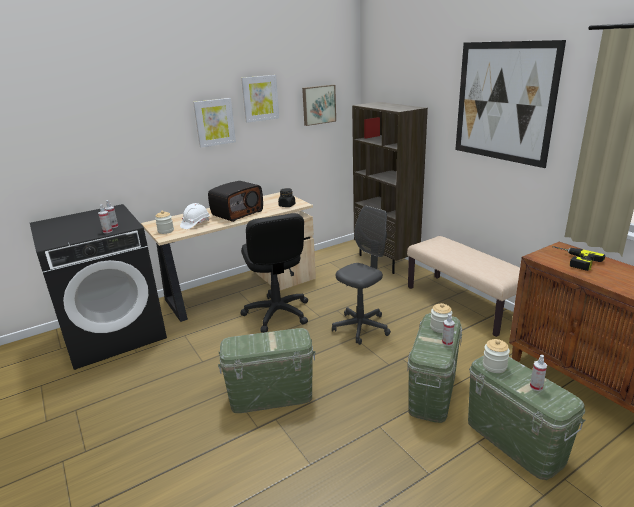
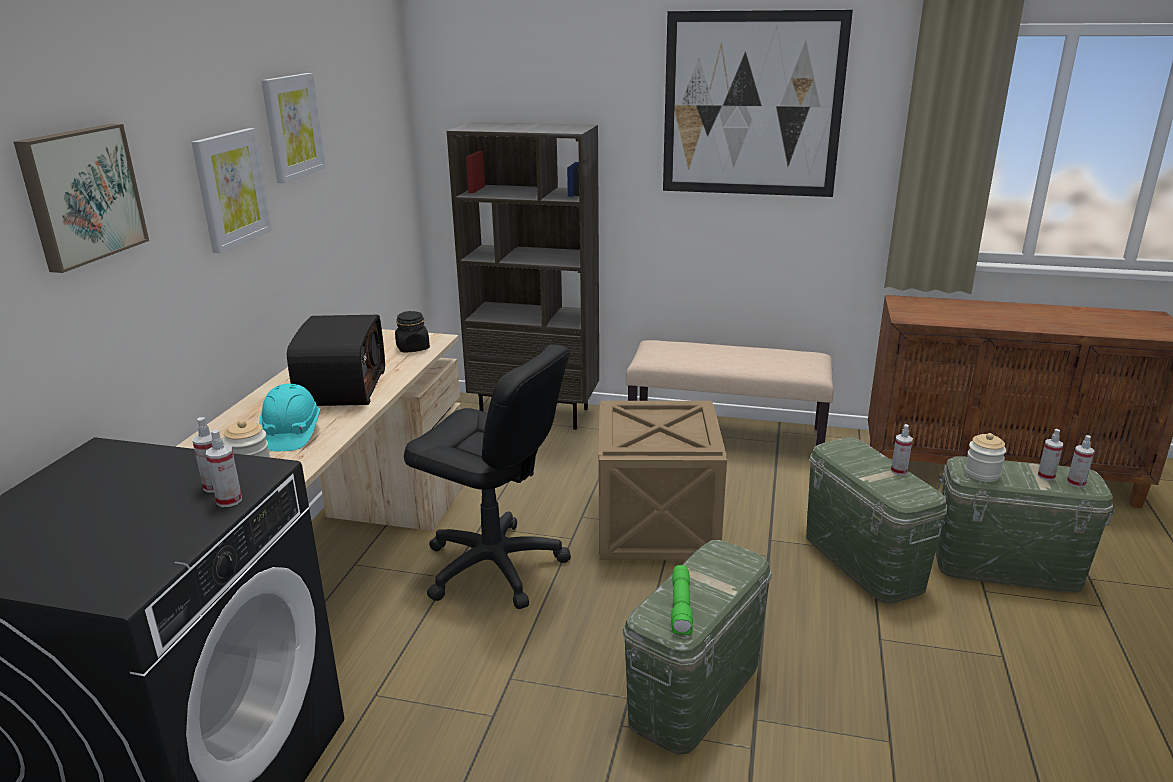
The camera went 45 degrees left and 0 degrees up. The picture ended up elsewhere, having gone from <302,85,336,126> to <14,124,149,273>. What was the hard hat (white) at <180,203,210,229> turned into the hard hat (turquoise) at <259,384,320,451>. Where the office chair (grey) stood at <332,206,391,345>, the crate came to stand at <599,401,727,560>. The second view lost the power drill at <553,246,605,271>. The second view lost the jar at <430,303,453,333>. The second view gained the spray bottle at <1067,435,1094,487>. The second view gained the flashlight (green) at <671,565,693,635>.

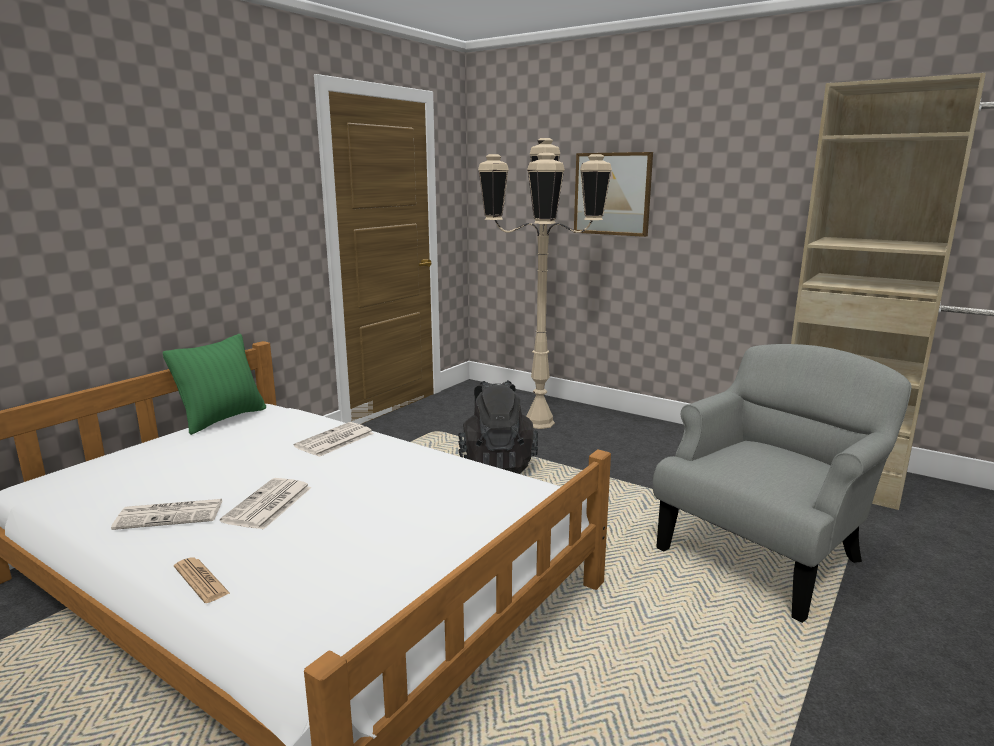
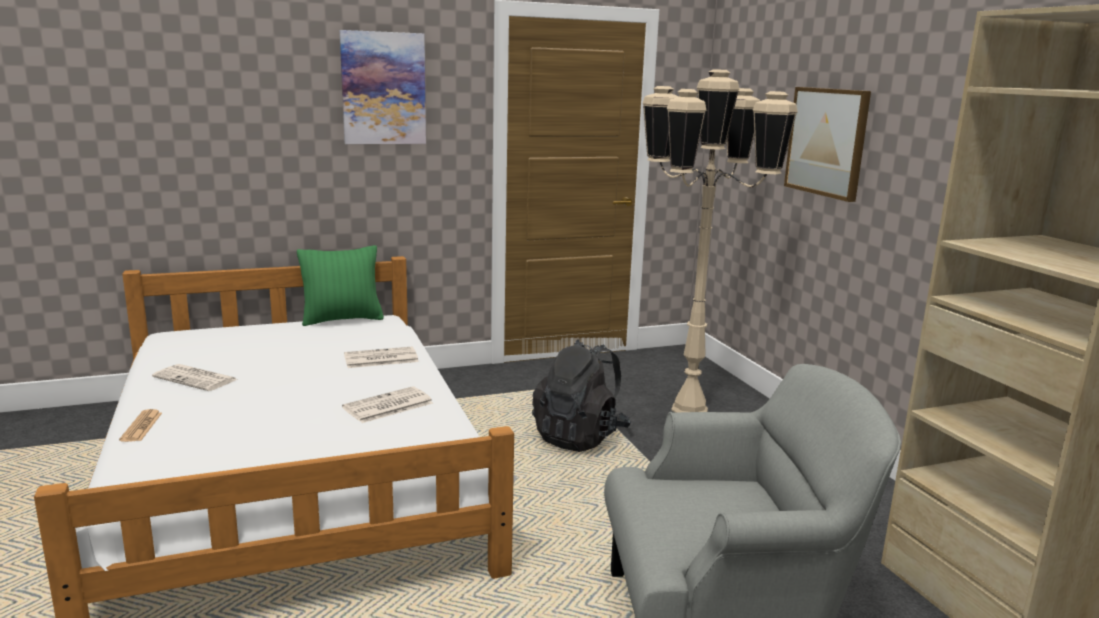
The camera went 35 degrees right and 0 degrees up. The newspaper ended up elsewhere, having gone from <220,478,312,530> to <342,386,433,423>. The second view gained the picture at <340,30,426,144>.

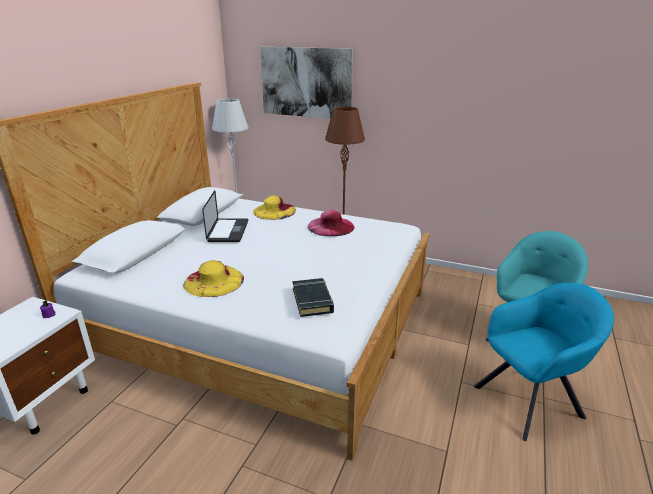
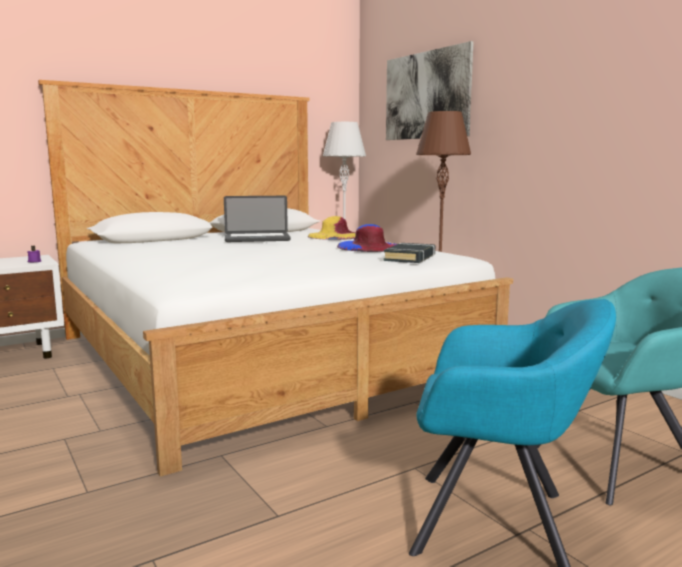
The camera went 35 degrees right and 15 degrees down. The laptop at <202,190,248,242> ended up facing another way, 45 degrees clockwise from before. What was the hat (pink) at <308,210,354,236> turned into the hat (blue) at <337,224,397,252>. The second view lost the hat (yellow) at <183,260,244,297>. The book (black) ended up elsewhere, having gone from <293,278,334,317> to <384,243,435,263>.

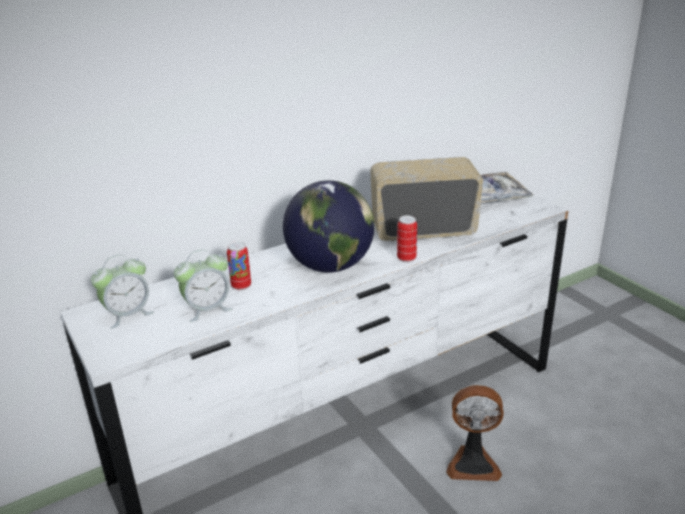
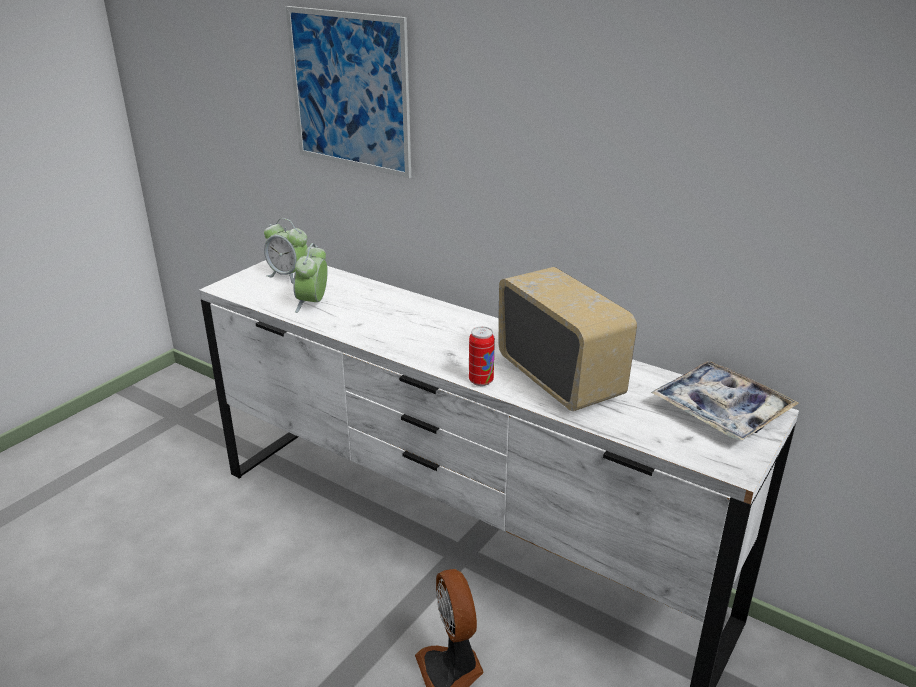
The camera went 65 degrees right and 0 degrees up. The second view lost the globe at <283,180,374,273>. The second view lost the can at <227,241,251,290>. The alarm clock at <174,250,233,322> ended up facing another way, 60 degrees clockwise from before. The second view gained the picture at <285,6,411,178>.

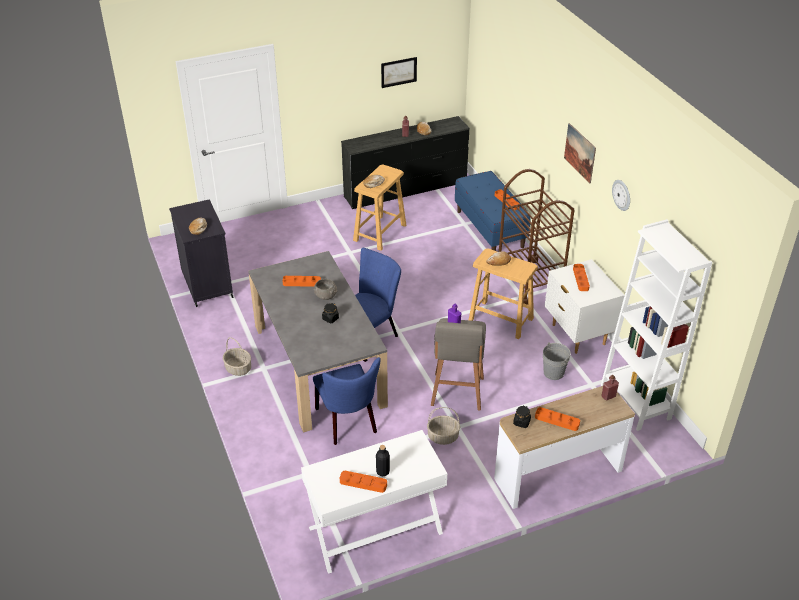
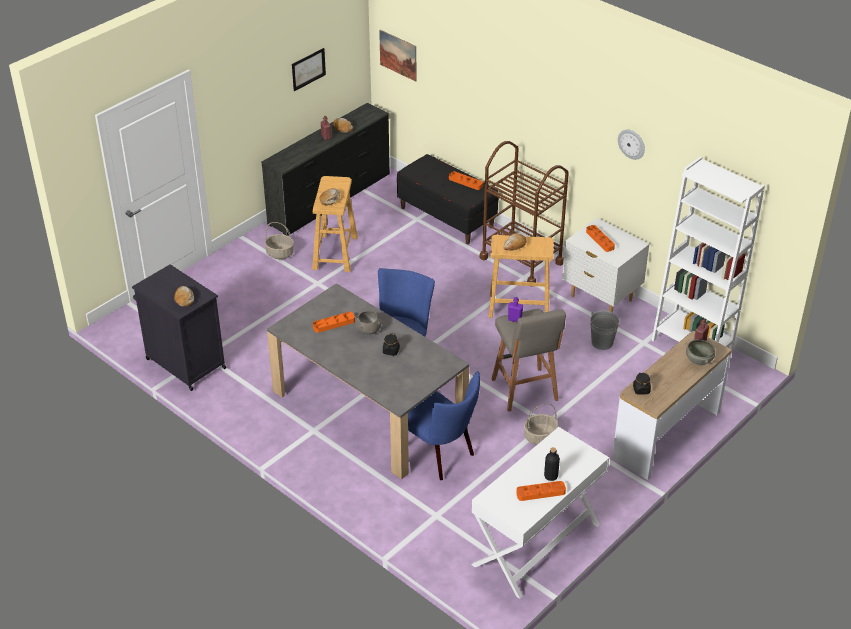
The camera went 25 degrees left and 0 degrees up. The picture ended up elsewhere, having gone from <564,123,596,184> to <379,30,416,82>. What was the bench (blue) at <455,171,531,251> turned into the bench (black) at <397,154,499,244>. The basket ended up elsewhere, having gone from <223,337,251,376> to <264,222,294,259>. The second view lost the tray (orange) at <535,407,580,431>. The second view gained the bowl (grey) at <686,339,715,366>.

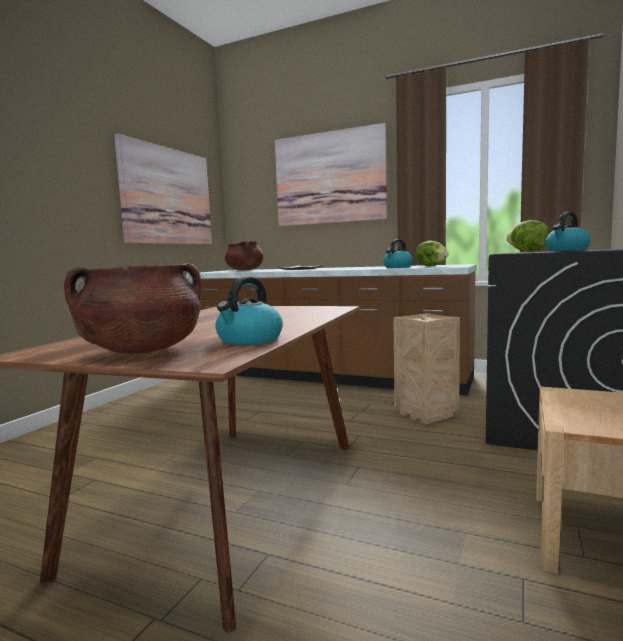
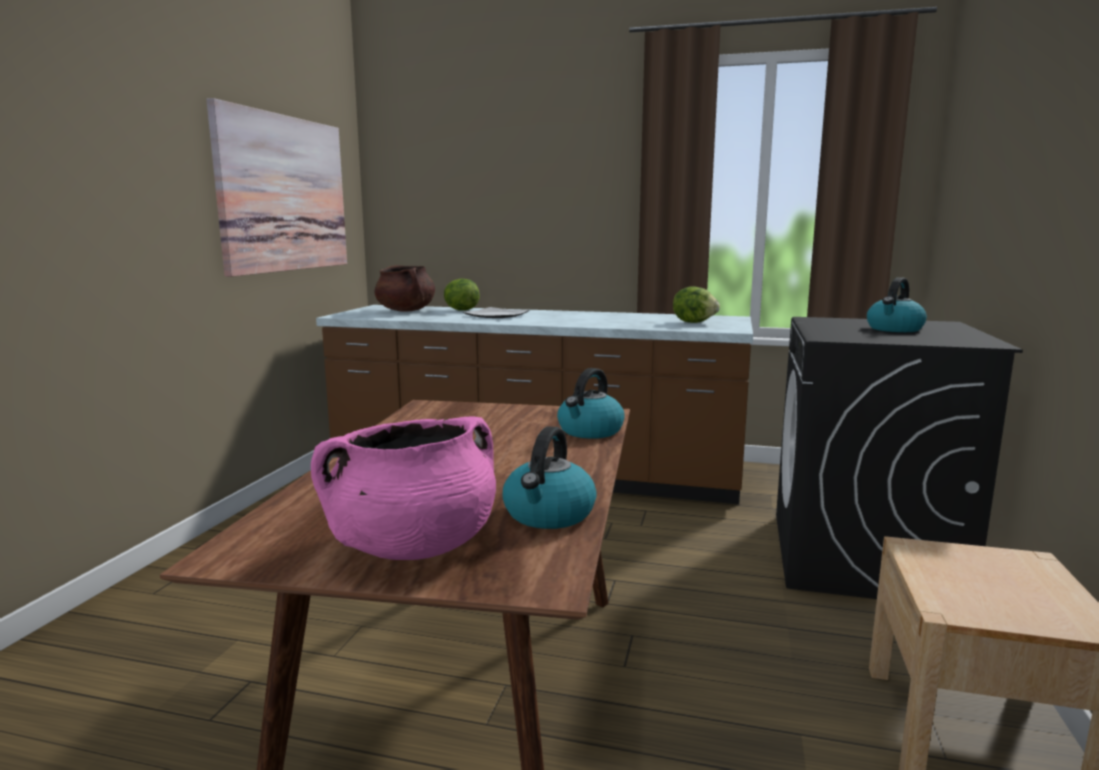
The camera went 10 degrees left and 5 degrees up. The second view lost the picture at <275,123,387,226>. The lettuce ended up elsewhere, having gone from <506,220,549,252> to <444,279,480,311>. The kettle ended up elsewhere, having gone from <383,239,413,268> to <557,368,625,439>. What was the cooking pot (brown) at <64,263,202,353> turned into the cooking pot (pink) at <311,417,496,560>. The second view lost the crate at <393,313,460,425>.

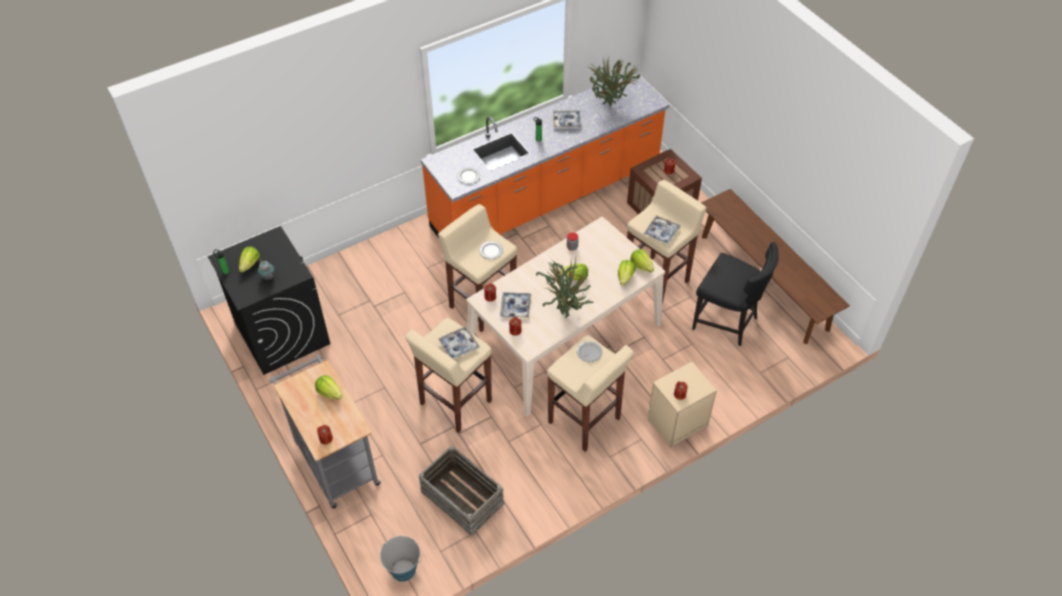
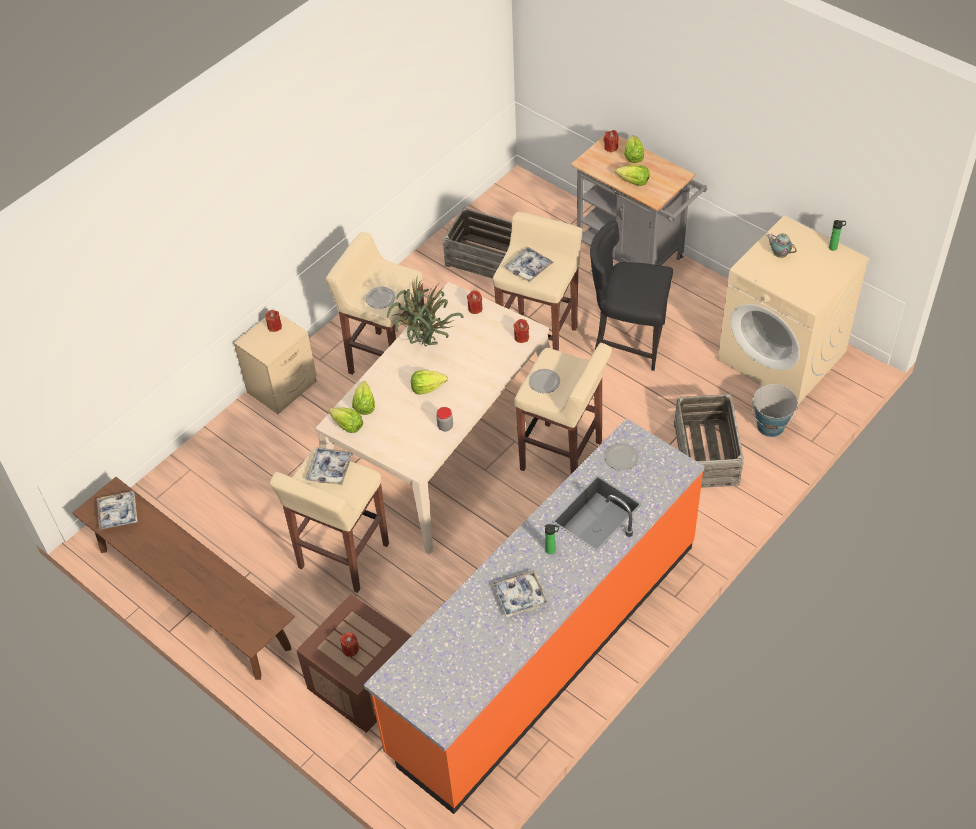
The camera went 165 degrees right and 0 degrees up. The second view lost the potted plant at <589,57,640,106>. What was the washing machine (black) at <208,226,330,375> turned into the washing machine (beige) at <718,215,869,405>. The chair (black) ended up elsewhere, having gone from <692,242,779,346> to <590,221,673,371>. The lettuce ended up elsewhere, having gone from <239,247,260,273> to <624,135,644,163>. The tray ended up elsewhere, having gone from <500,292,531,318> to <97,491,138,530>. The bucket ended up elsewhere, having gone from <380,536,422,582> to <752,384,798,437>. The second view gained the crate at <674,394,744,488>.

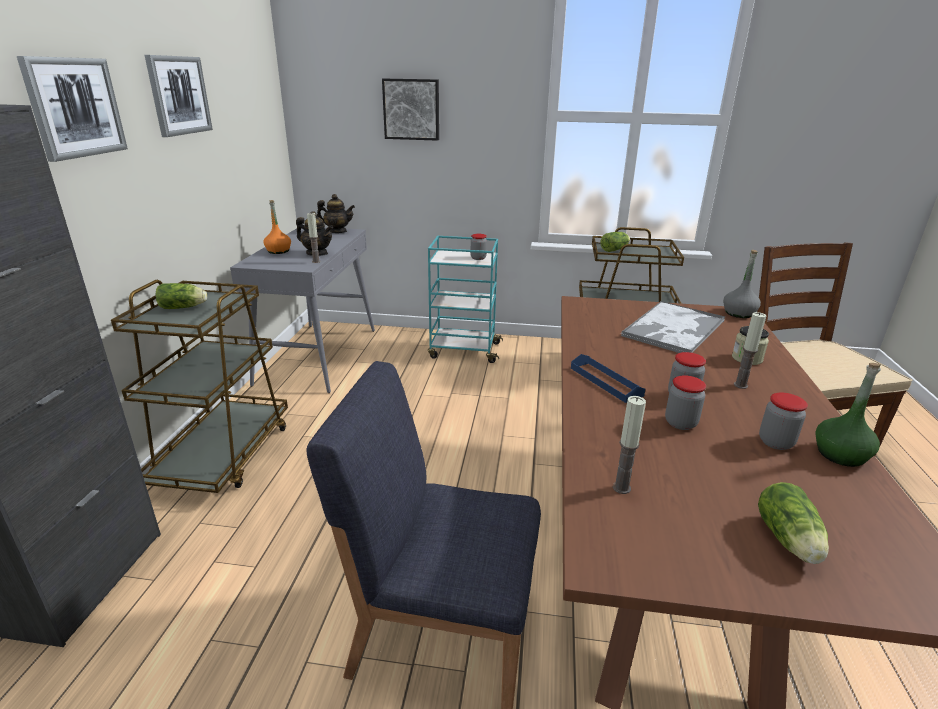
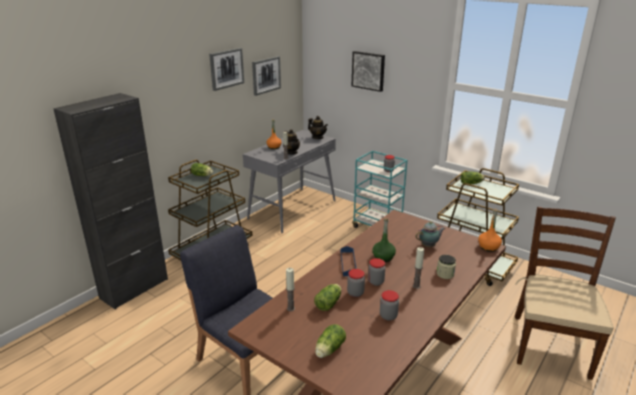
The camera went 30 degrees right and 0 degrees up. The picture ended up elsewhere, having gone from <17,56,128,162> to <252,56,281,96>. What was the bottle (grey) at <723,250,761,318> turned into the bottle (orange) at <478,209,502,252>. Where the tray stood at <621,301,725,353>, the teapot came to stand at <415,221,445,247>. The bottle (green) ended up elsewhere, having gone from <815,363,881,467> to <372,218,396,262>. The second view gained the lettuce at <314,284,342,311>.

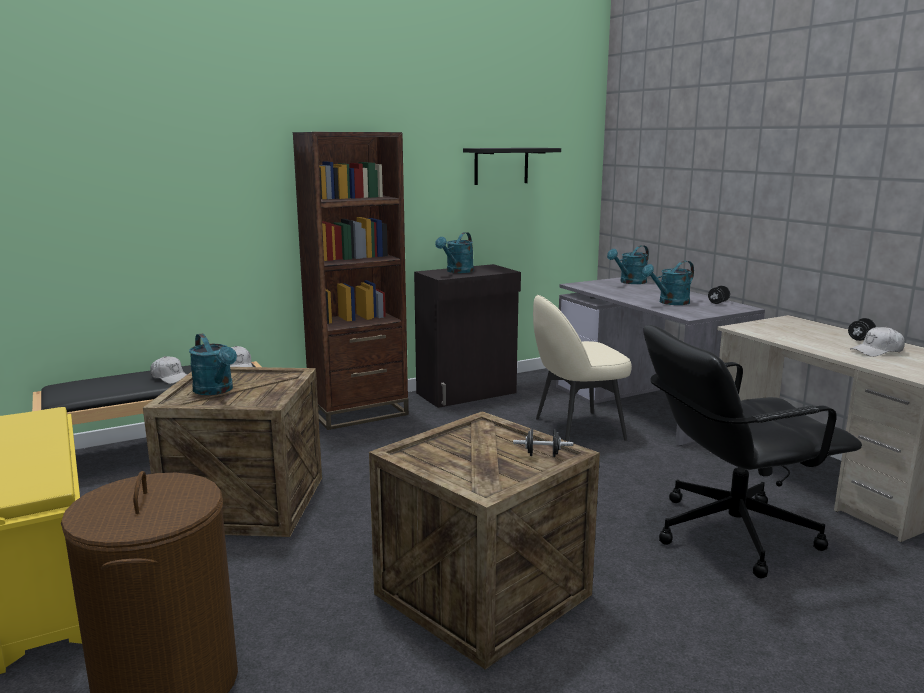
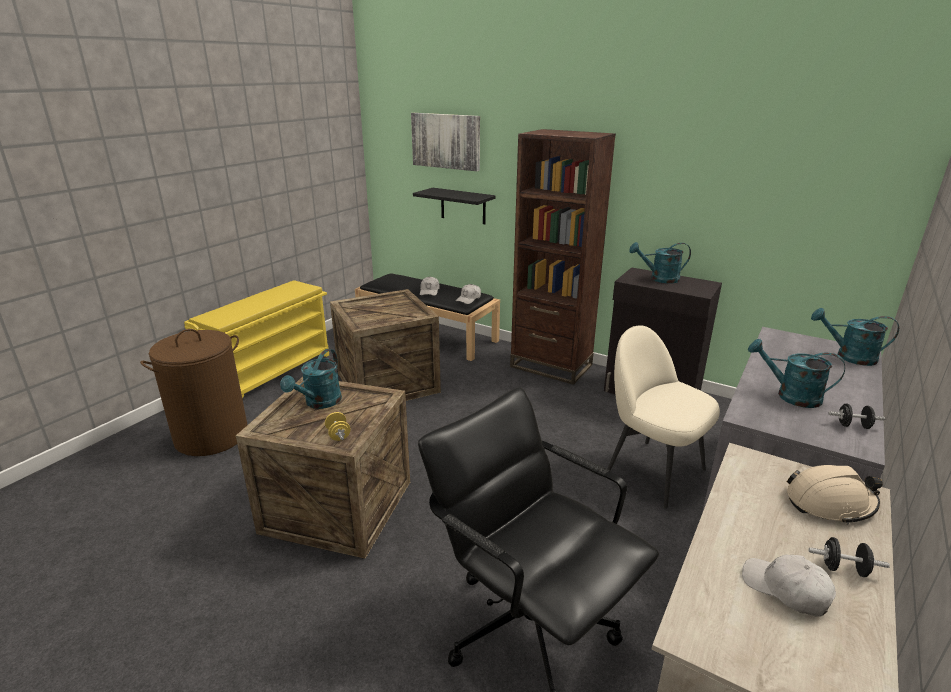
The camera went 60 degrees right and 10 degrees up. The shelf (black) ended up elsewhere, having gone from <463,148,561,185> to <413,188,496,224>. The watering can (turquoise) ended up elsewhere, having gone from <189,333,237,395> to <280,349,342,409>. What was the dumbbell (black) at <513,429,573,457> turned into the dumbbell (yellow) at <325,412,350,441>. The second view gained the picture at <411,113,480,171>. The second view gained the hard hat (beige) at <787,465,883,525>.

